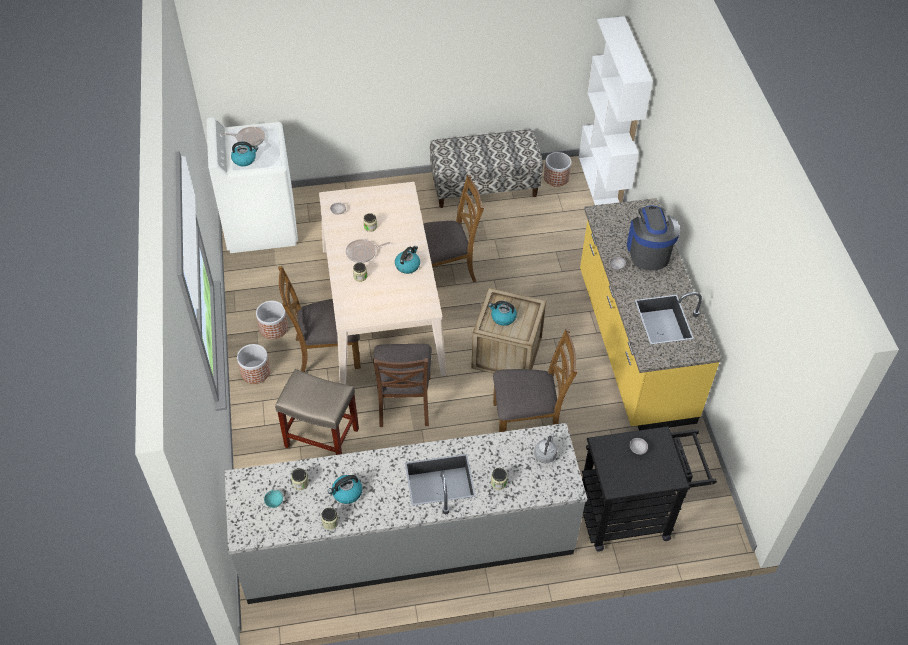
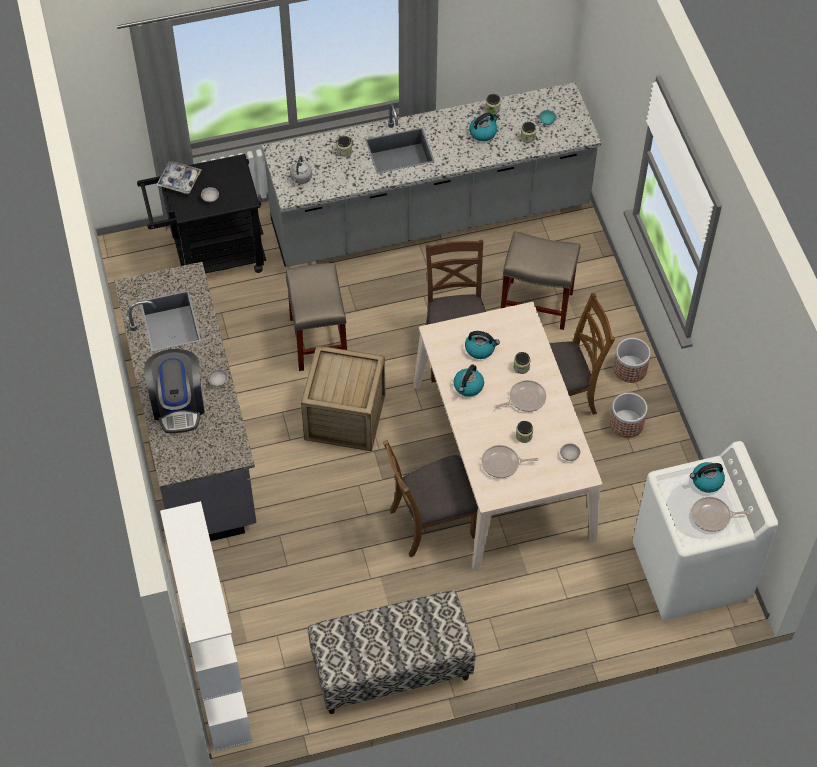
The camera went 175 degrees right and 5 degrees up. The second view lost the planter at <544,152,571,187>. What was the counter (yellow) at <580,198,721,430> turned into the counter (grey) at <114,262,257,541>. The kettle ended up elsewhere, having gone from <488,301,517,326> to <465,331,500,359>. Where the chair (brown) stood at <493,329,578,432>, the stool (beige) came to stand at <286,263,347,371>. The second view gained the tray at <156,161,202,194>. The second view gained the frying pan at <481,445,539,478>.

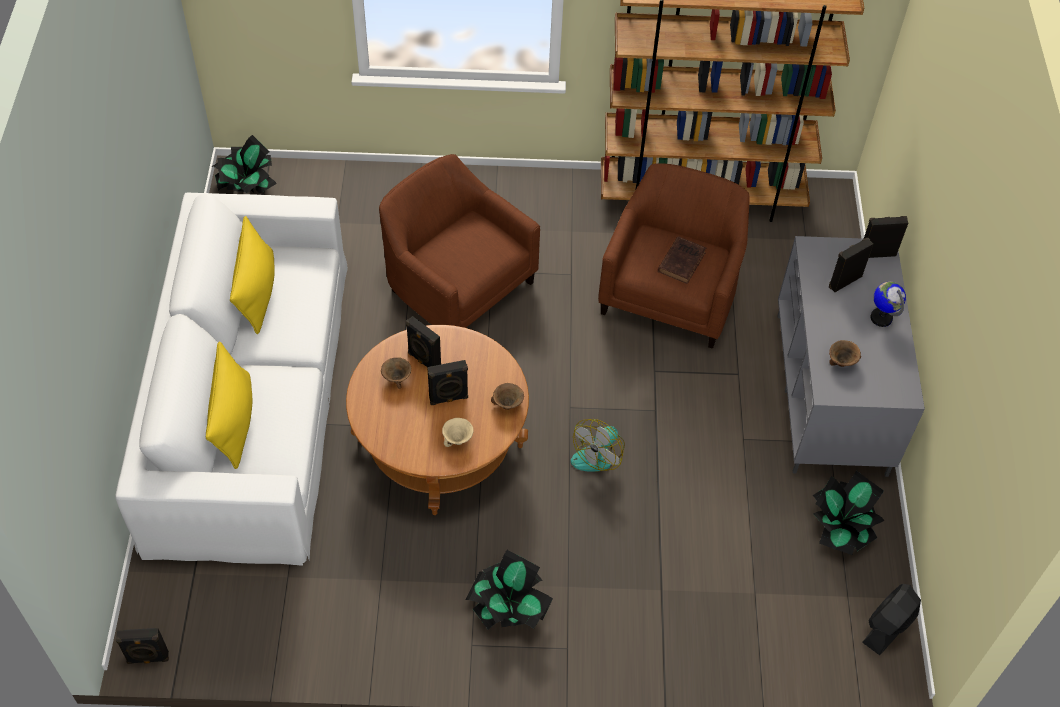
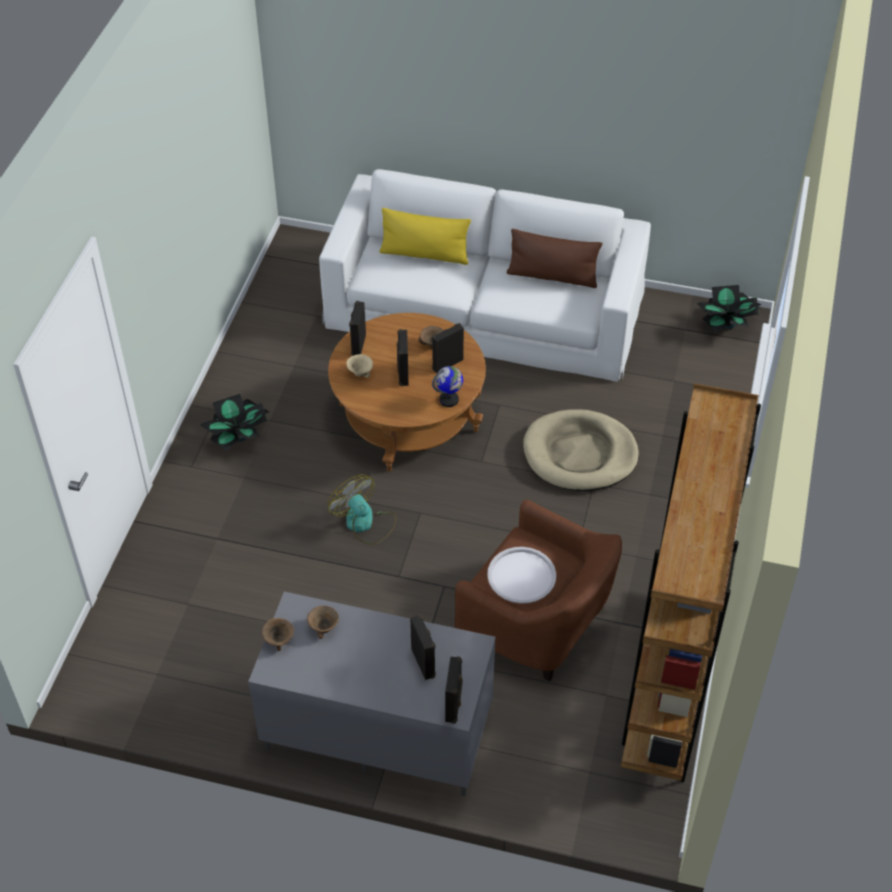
The camera went 105 degrees right and 5 degrees down. Where the armchair (brown) stood at <379,154,540,328>, the dog bed (beige) came to stand at <523,409,639,491>. What was the pillow (yellow) at <230,216,275,334> turned into the pillow (brown) at <507,229,603,288>. Where the book (brown) stood at <658,236,706,284>, the tray (white) came to stand at <487,547,556,604>. The globe ended up elsewhere, having gone from <871,282,906,327> to <432,366,463,407>. The bowl (brown) ended up elsewhere, having gone from <491,383,524,410> to <262,618,294,651>. The second view lost the potted plant at <813,471,885,555>. The second view lost the fan (black) at <862,584,921,655>. The speaker (black) ended up elsewhere, having gone from <115,628,169,664> to <349,301,366,356>.

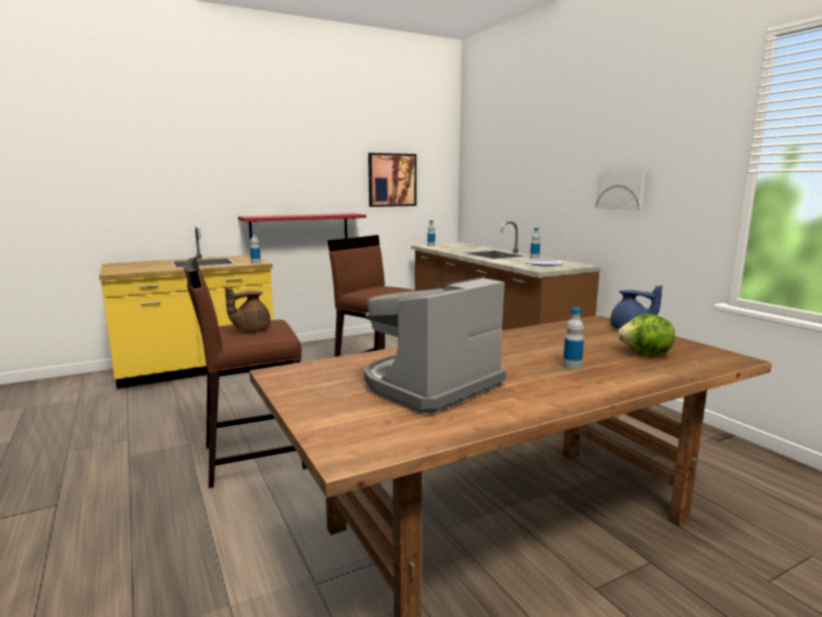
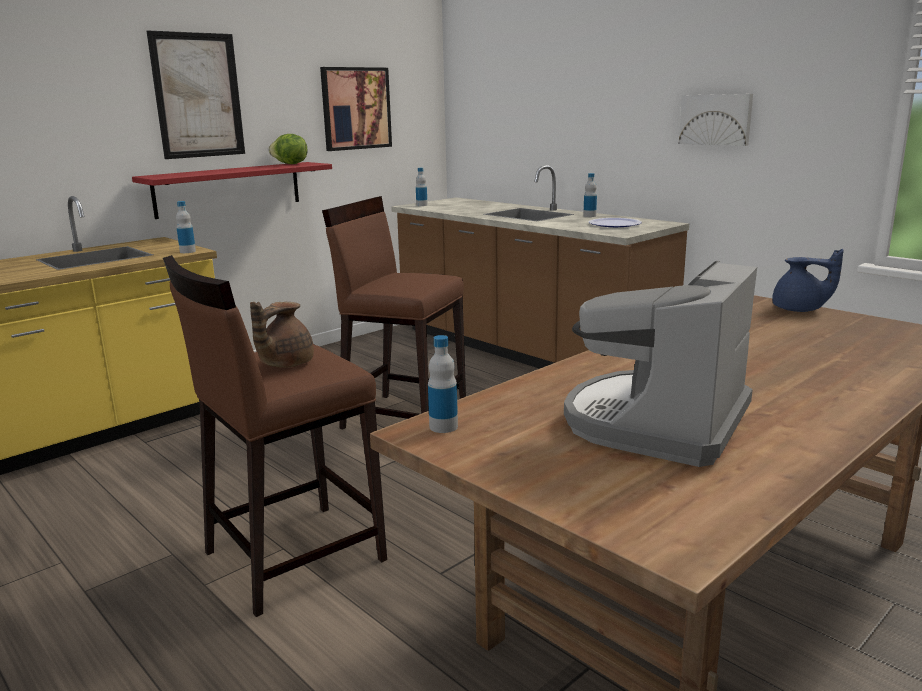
The camera went 15 degrees left and 5 degrees up. The bottle ended up elsewhere, having gone from <563,307,584,370> to <428,335,458,433>. The lettuce ended up elsewhere, having gone from <618,314,675,356> to <269,134,307,164>. The second view gained the picture at <146,30,245,159>.

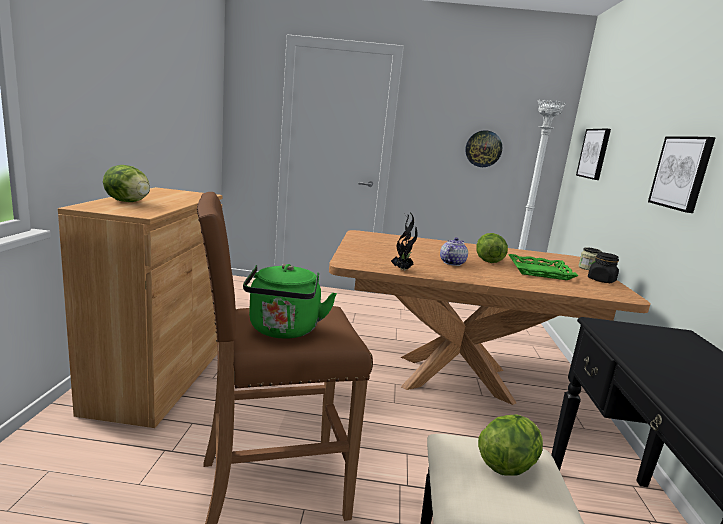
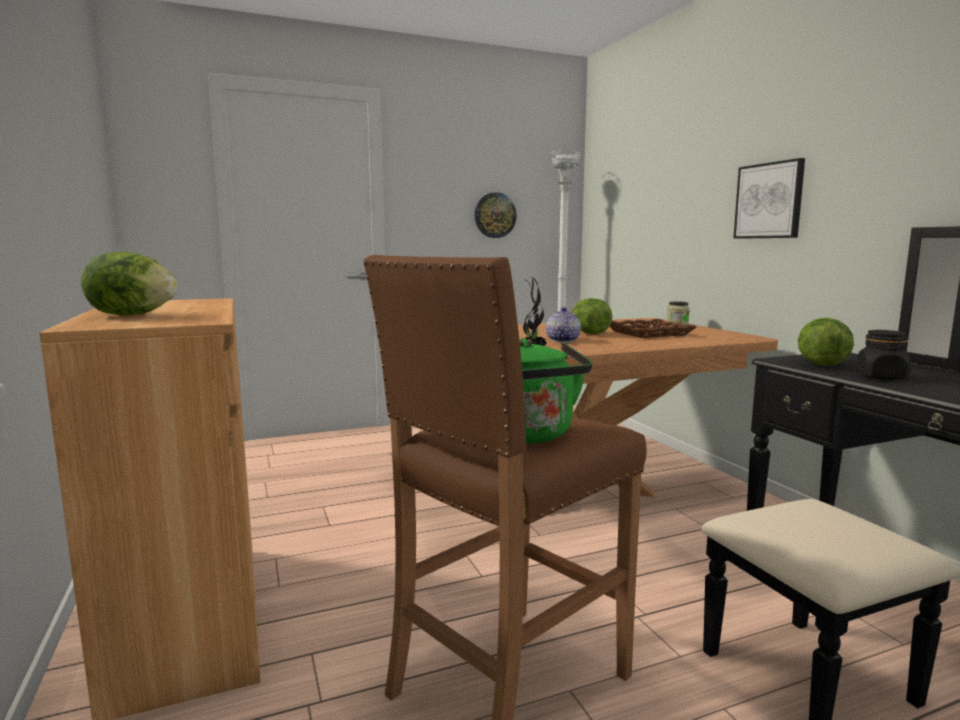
The camera went 25 degrees left and 5 degrees down. The second view lost the picture at <576,128,611,180>. The jar (black) ended up elsewhere, having gone from <588,252,619,283> to <856,330,911,380>. What was the tray (green) at <508,254,578,280> turned into the tray (brown) at <609,319,696,338>. The lettuce ended up elsewhere, having gone from <478,414,543,476> to <798,318,854,366>.

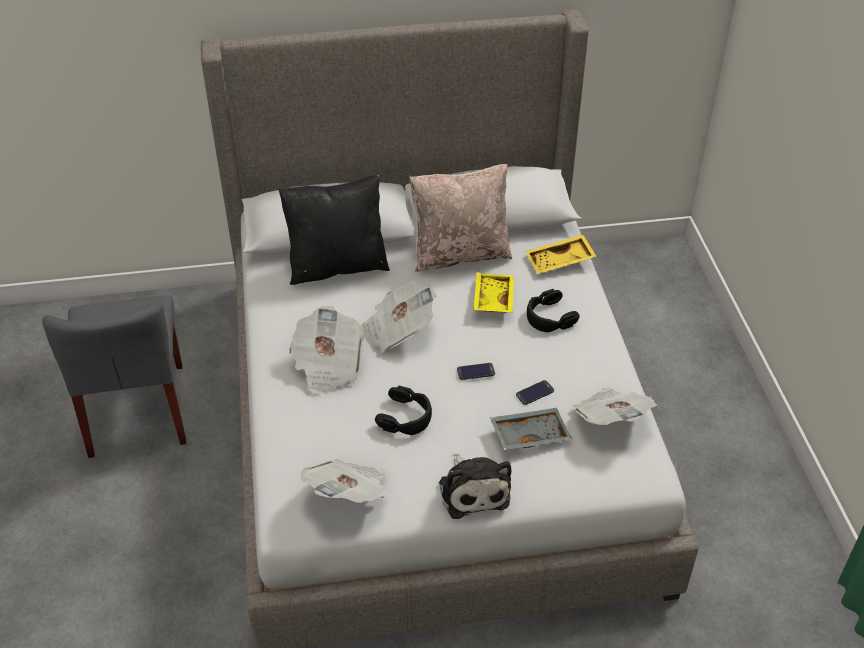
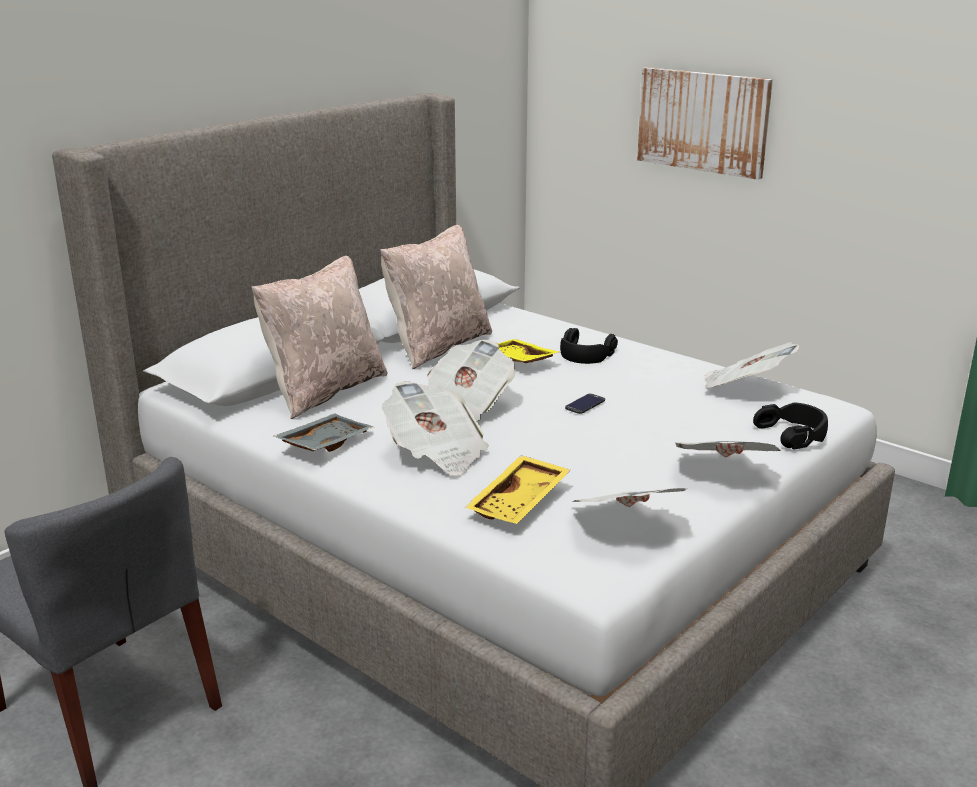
The camera went 40 degrees left and 20 degrees down. What was the pillow (black) at <279,175,390,285> turned into the pillow (beige) at <252,256,387,419>. The tray (yellow) ended up elsewhere, having gone from <525,234,597,274> to <464,455,570,524>. The second view lost the phone at <516,380,554,405>. The headphones (black) ended up elsewhere, having gone from <375,386,432,435> to <753,402,828,450>. The tray (grey) ended up elsewhere, having gone from <490,408,573,450> to <274,413,374,452>. Where the plush toy stood at <439,454,511,519>, the newspaper came to stand at <675,441,781,457>. The second view gained the picture at <637,67,773,180>.

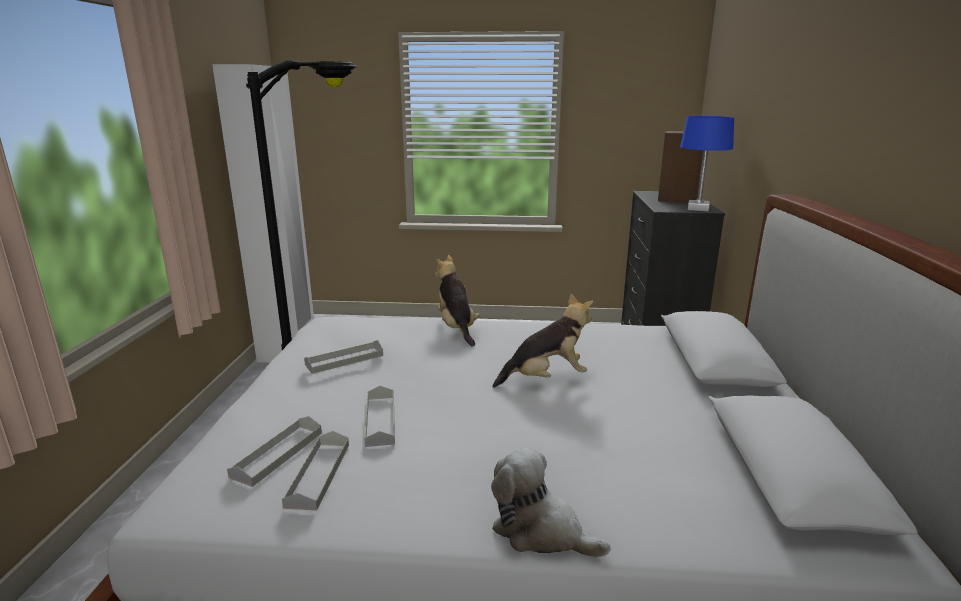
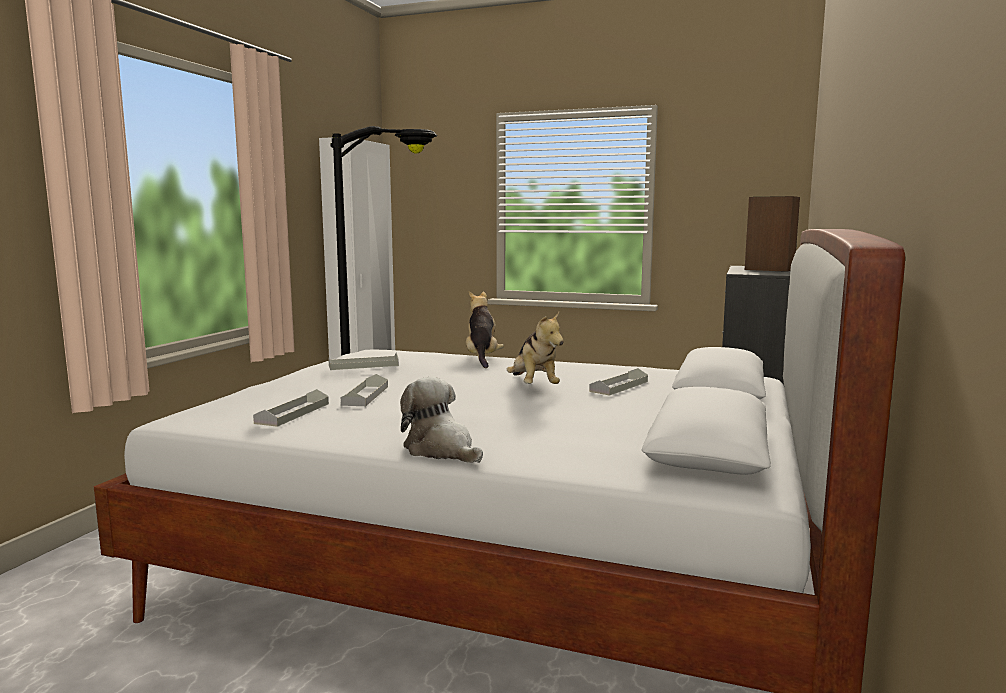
The camera went 15 degrees right and 10 degrees down. The second view lost the table lamp (blue) at <680,116,734,212>. The plush toy at <492,293,593,388> ended up facing another way, 75 degrees clockwise from before. The tray (grey) ended up elsewhere, having gone from <227,416,322,487> to <589,368,648,396>.

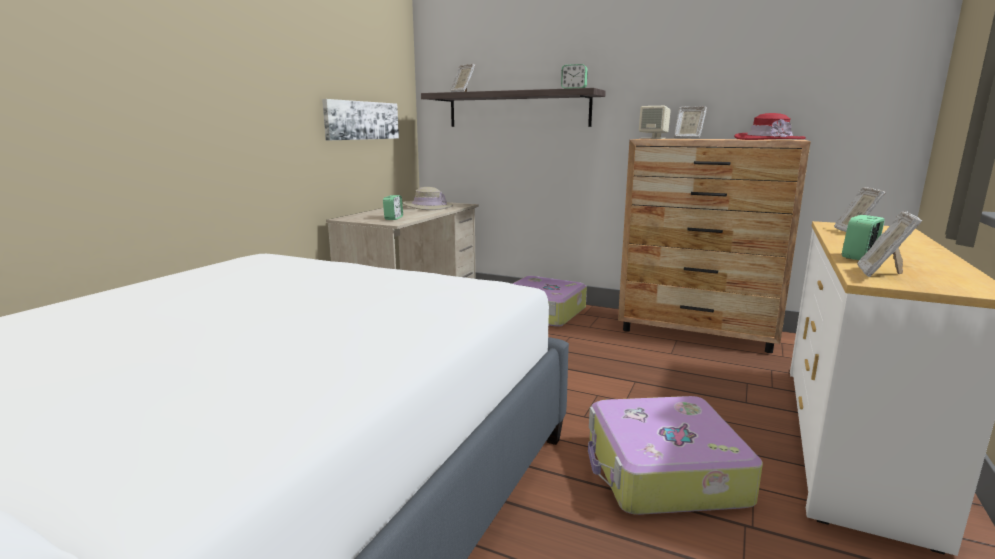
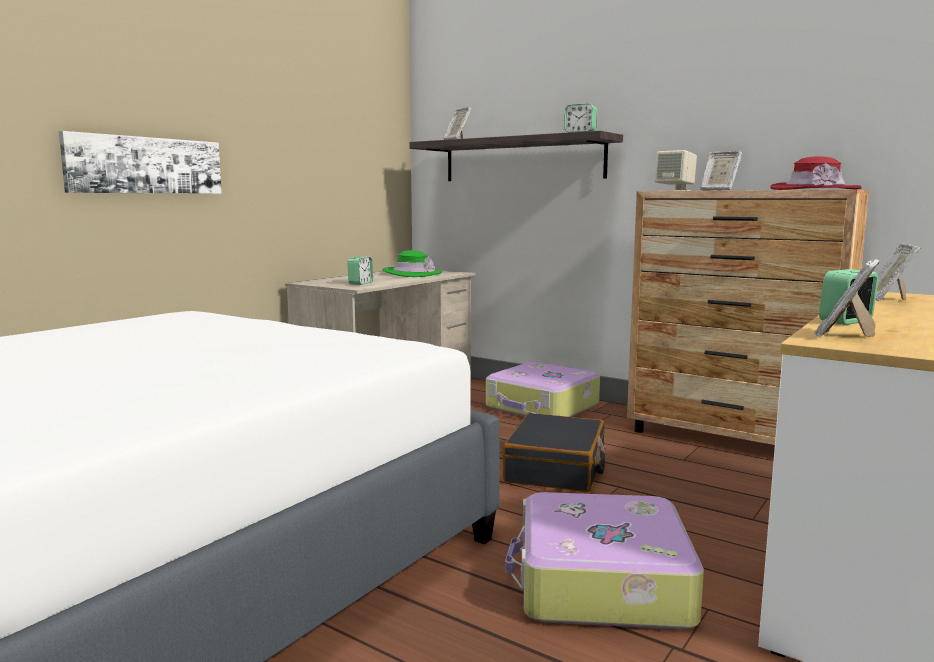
The camera went 10 degrees right and 5 degrees down. The picture ended up elsewhere, having gone from <322,99,399,140> to <59,131,222,194>. What was the hat (beige) at <403,187,453,210> turned into the hat (green) at <382,250,442,277>. The second view gained the suitcase (black) at <503,413,606,492>.

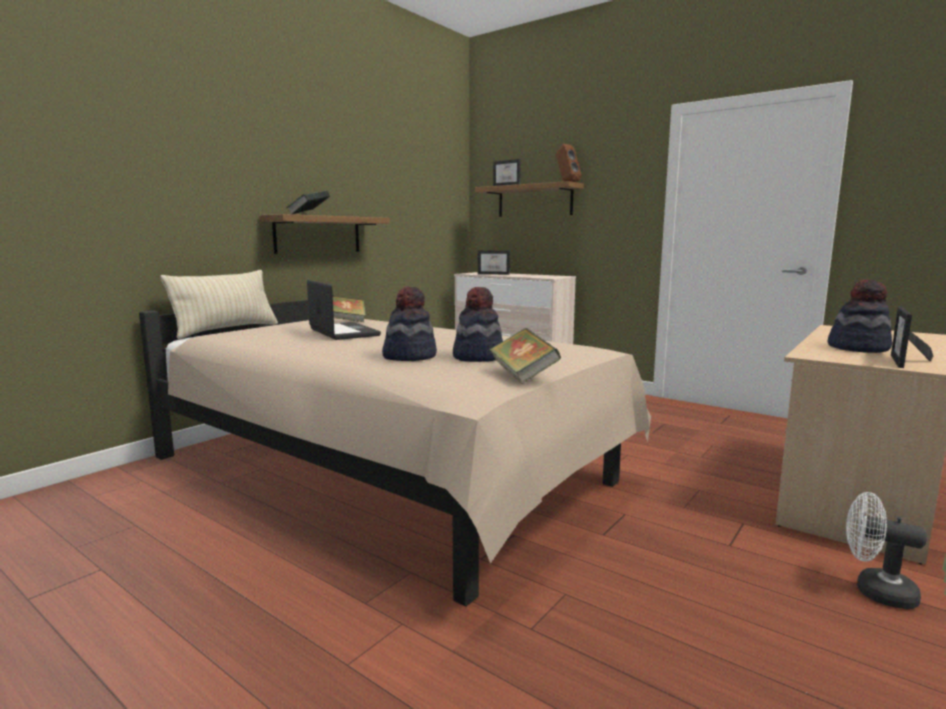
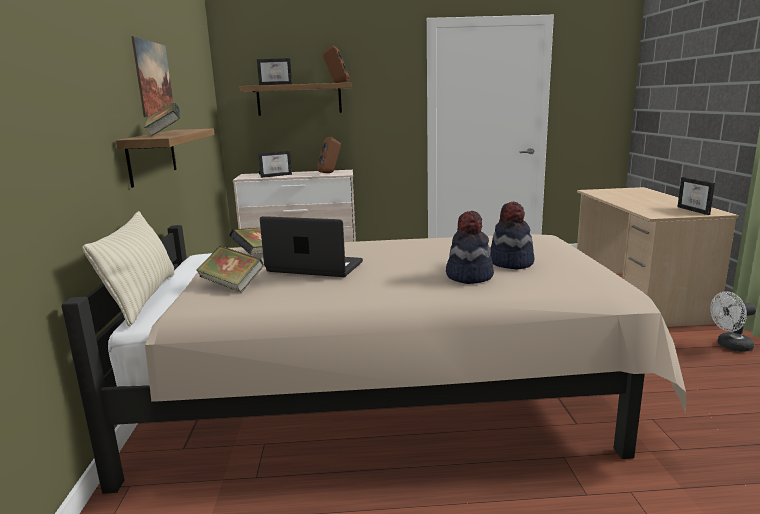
The camera went 40 degrees left and 5 degrees up. The second view lost the hat at <828,279,892,353>. The book ended up elsewhere, having gone from <489,328,561,384> to <197,246,264,293>. The second view gained the picture at <131,36,173,117>. The second view gained the speaker (brown) at <317,137,341,173>.

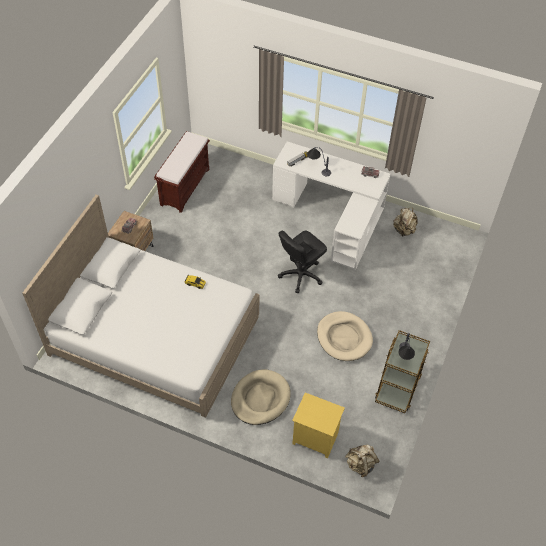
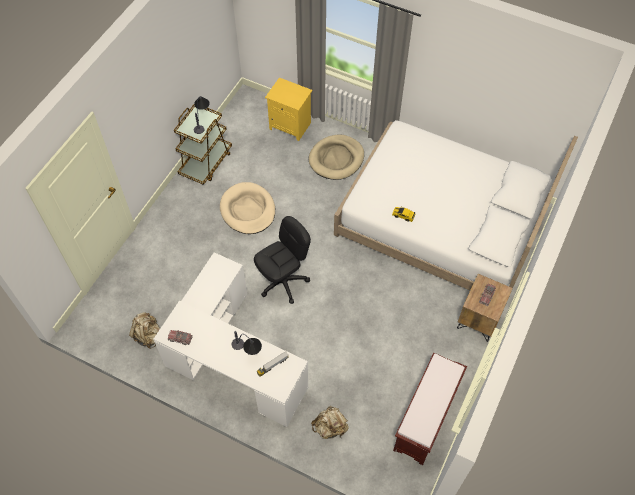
The camera went 175 degrees left and 5 degrees up. The backpack (beige) ended up elsewhere, having gone from <345,444,380,477> to <311,406,349,439>.

